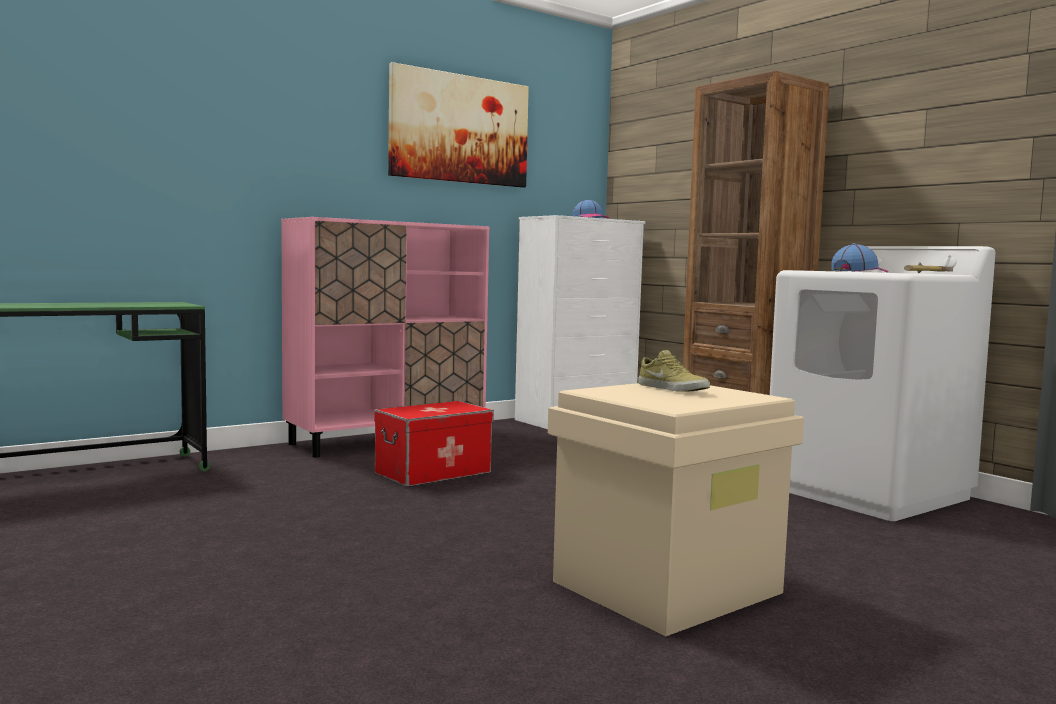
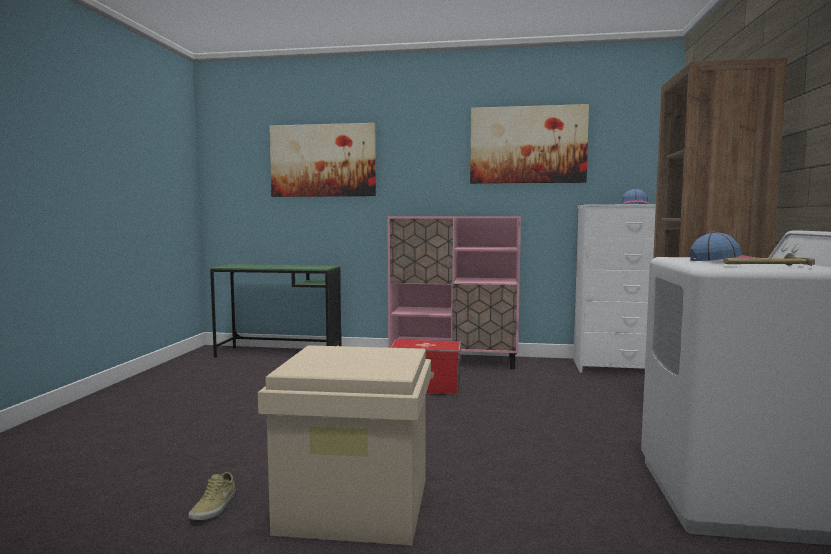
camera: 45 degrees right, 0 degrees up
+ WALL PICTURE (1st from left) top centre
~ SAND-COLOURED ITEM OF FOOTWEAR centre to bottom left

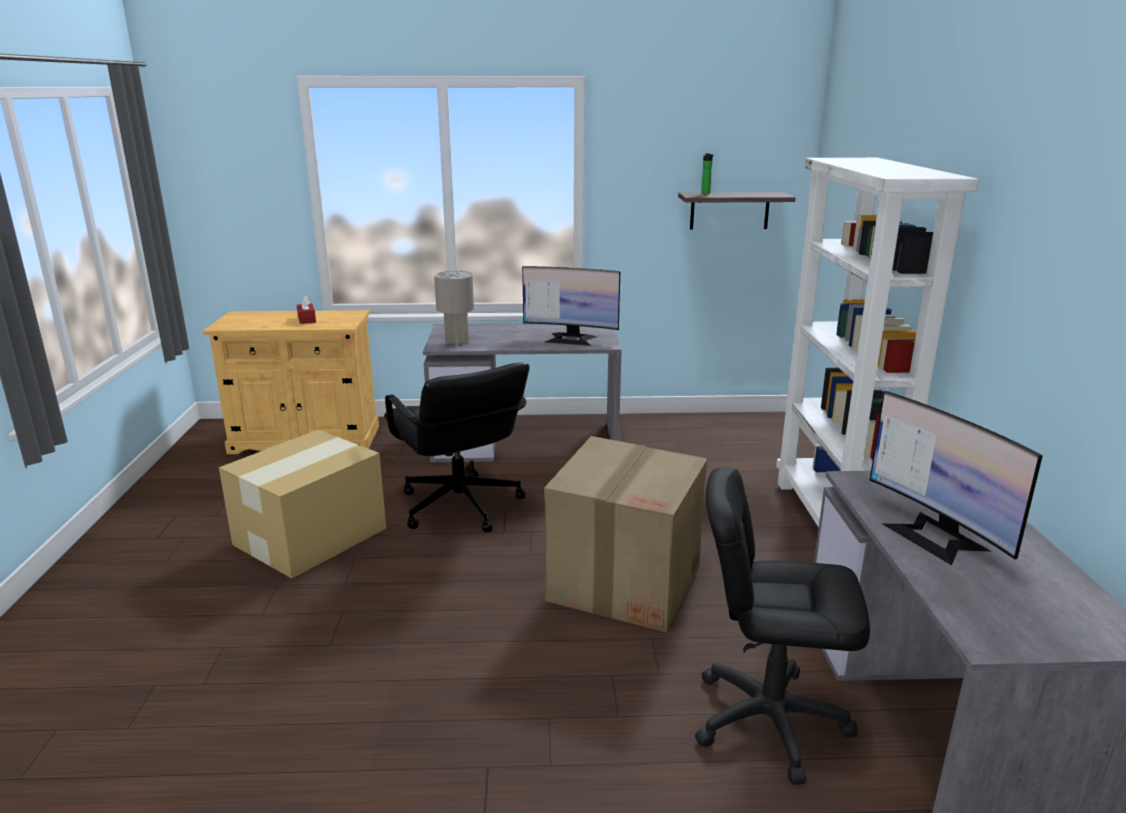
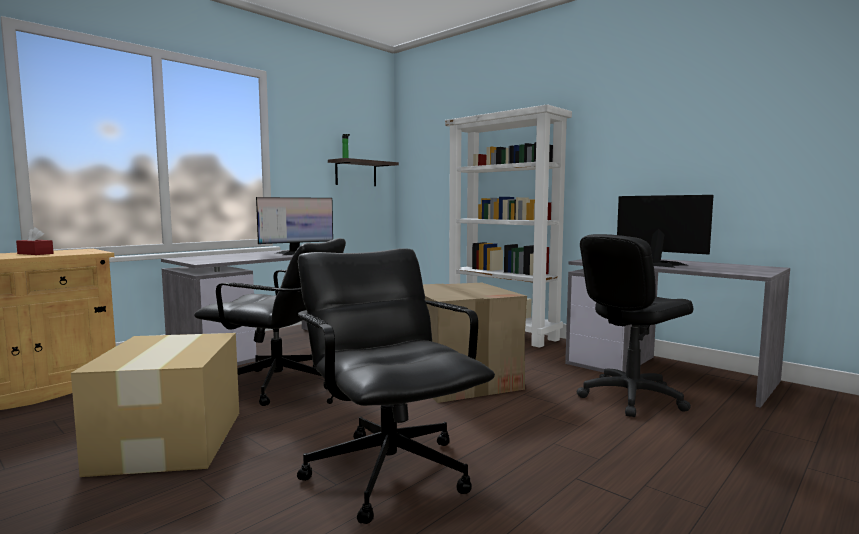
camera: 45 degrees left, 15 degrees down
- GREY LAMP FOR A TABLE centre
+ BLACK-COLOURED COMPUTER CHAIR (2nd from left) bottom centre
~ MONITOR (2nd from left) middle right = middle right 150 degrees counterclockwise

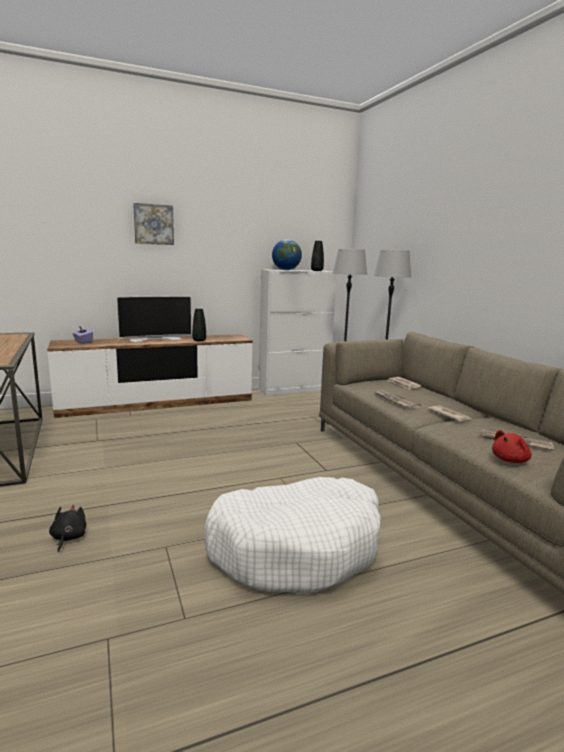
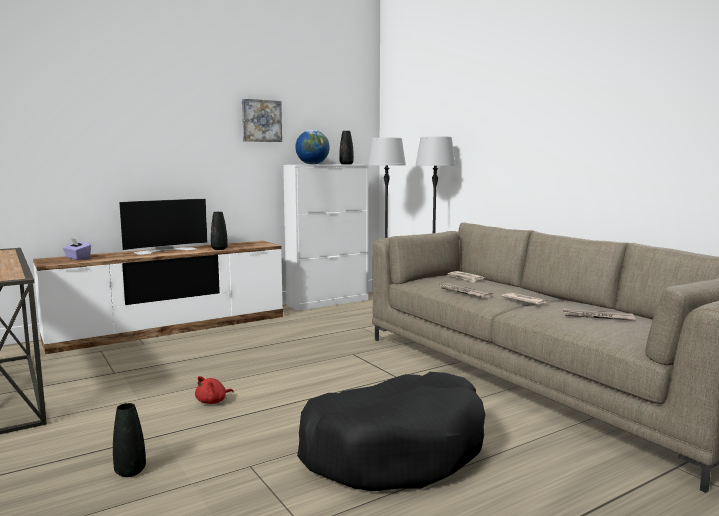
camera: 10 degrees left, 5 degrees down
~ WALL PICTURE top left to top centre
~ RED-COLOURED CUDDLY TOY middle right to bottom left
~ BLACK-COLOURED CUDDLY TOY bottom left to BLACK-COLOURED FLOWER VASE (1st from left) bottom left
~ WHITE-COLOURED DOG CUSHION bottom centre to BLACK-COLOURED DOG CUSHION bottom centre

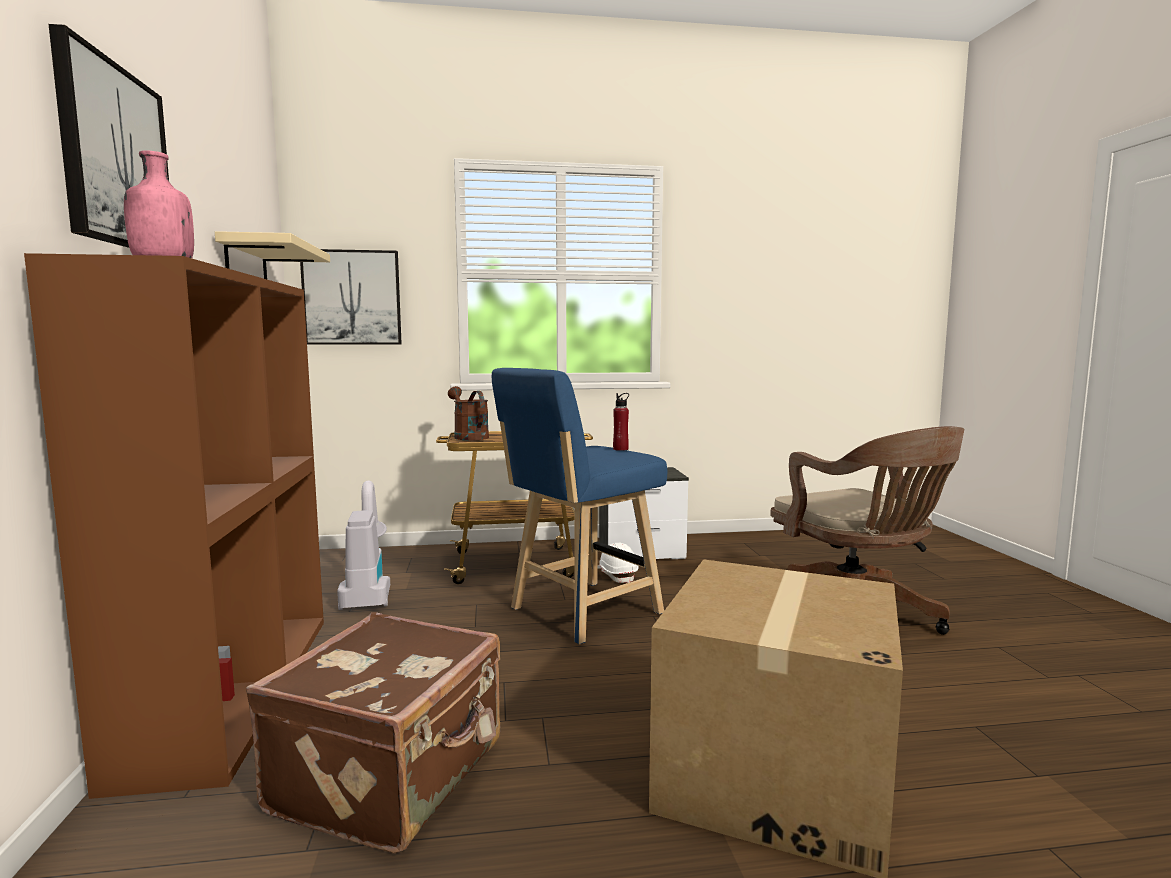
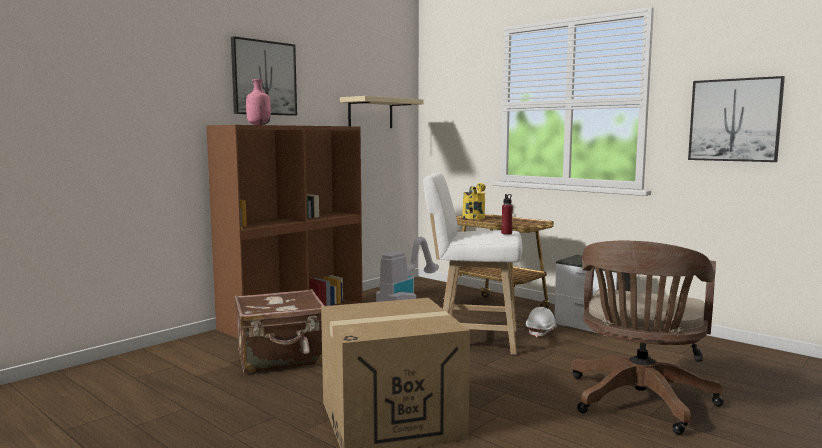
camera: 50 degrees right, 0 degrees up
~ WALL PICTURE (2nd from left) middle left to top right
~ BROWNISH WATERING CAN centre to YELLOWISH WATERING CAN centre
~ BLUISH STOOL centre to WHITE-COLOURED STOOL centre

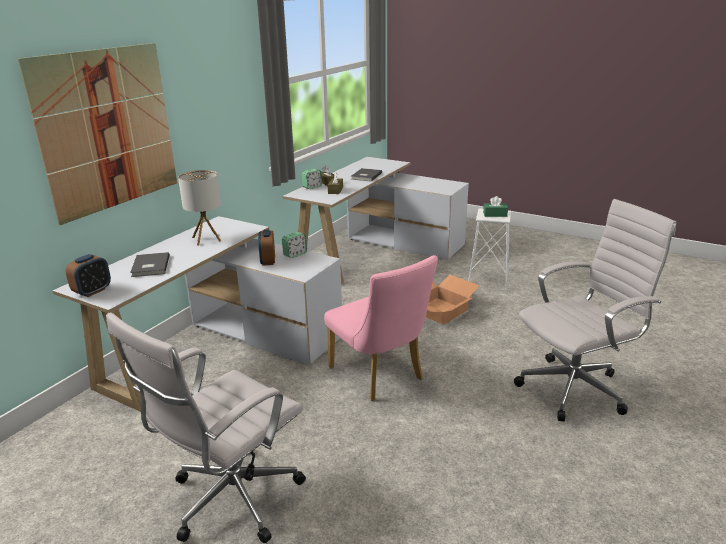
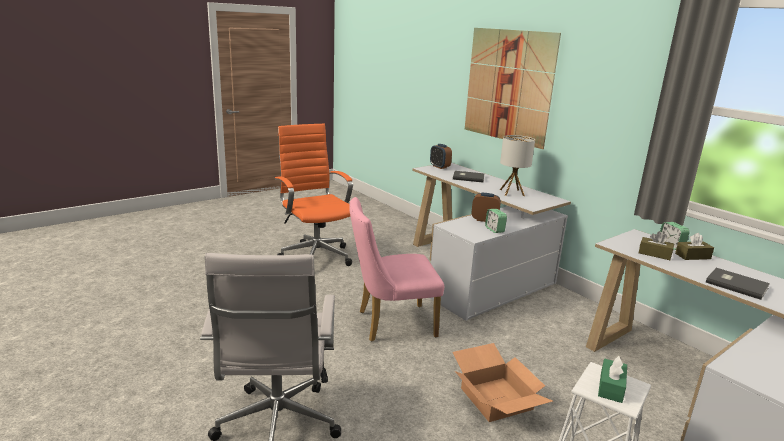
camera: 110 degrees right, 5 degrees down
~ WHITE-COLOURED COMPUTER CHAIR (1st from left) bottom left to ORANGE-COLOURED COMPUTER CHAIR centre

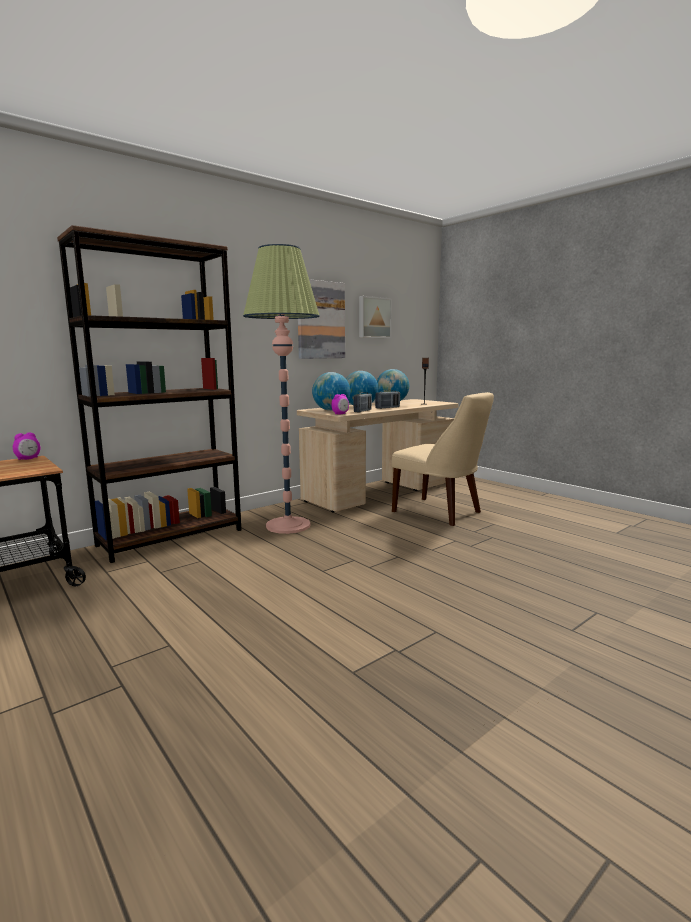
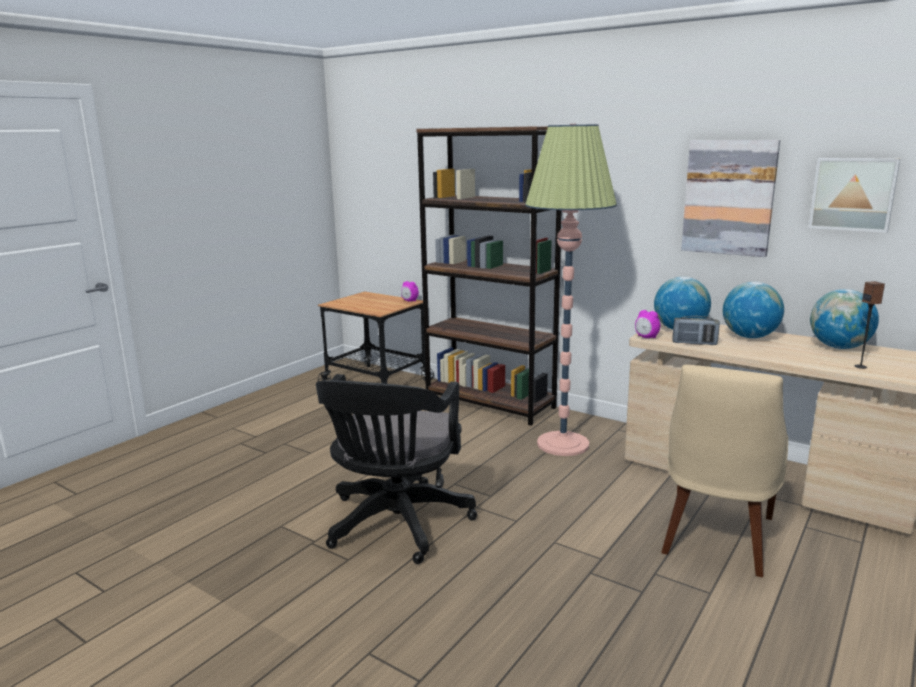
camera: 75 degrees right, 5 degrees up
- RADIO SET (2nd from left) centre
+ BLACK-COLOURED COMPUTER CHAIR bottom centre

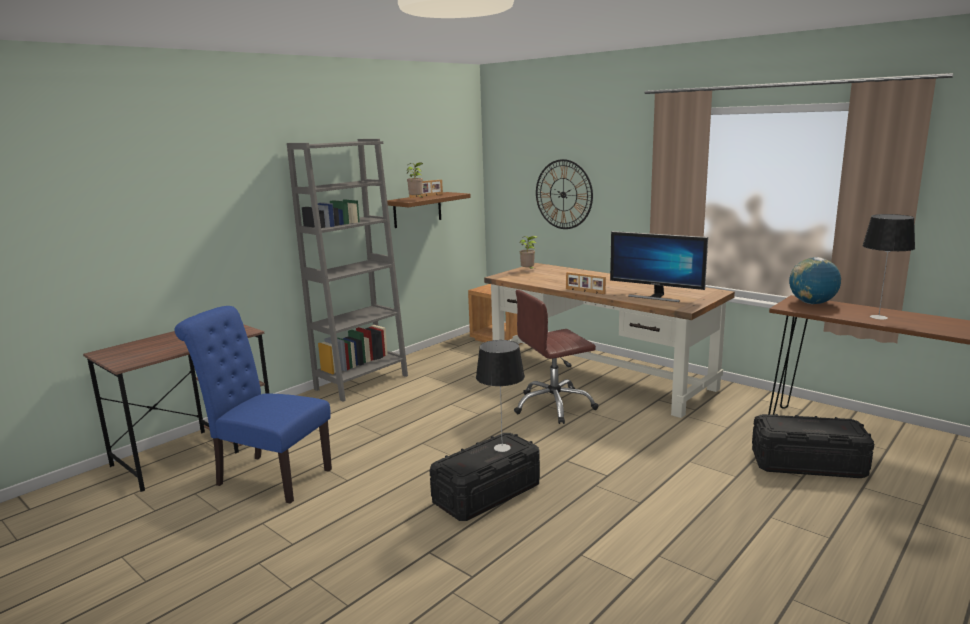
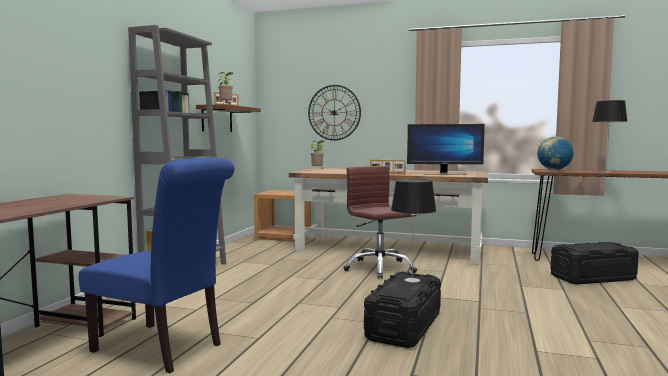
camera: 25 degrees left, 10 degrees down
~ BLUISH PLAIN CHAIR middle left = bottom left 150 degrees counterclockwise
~ BROWNISH COMPUTER CHAIR centre = centre 105 degrees clockwise

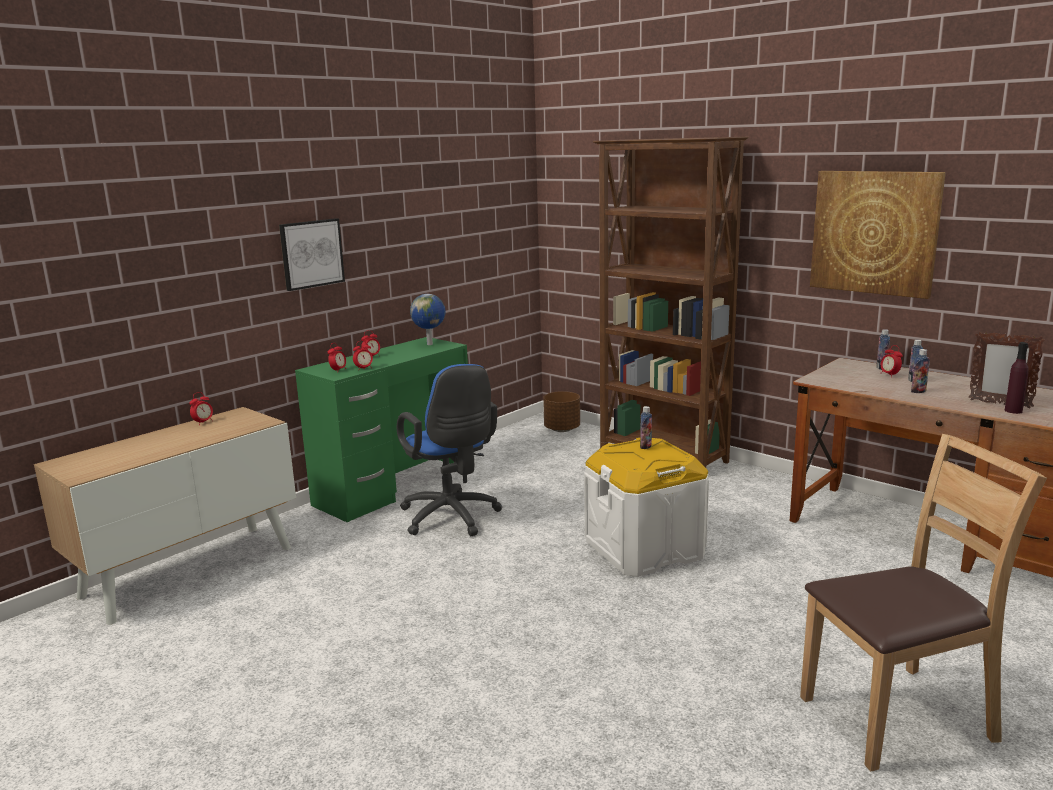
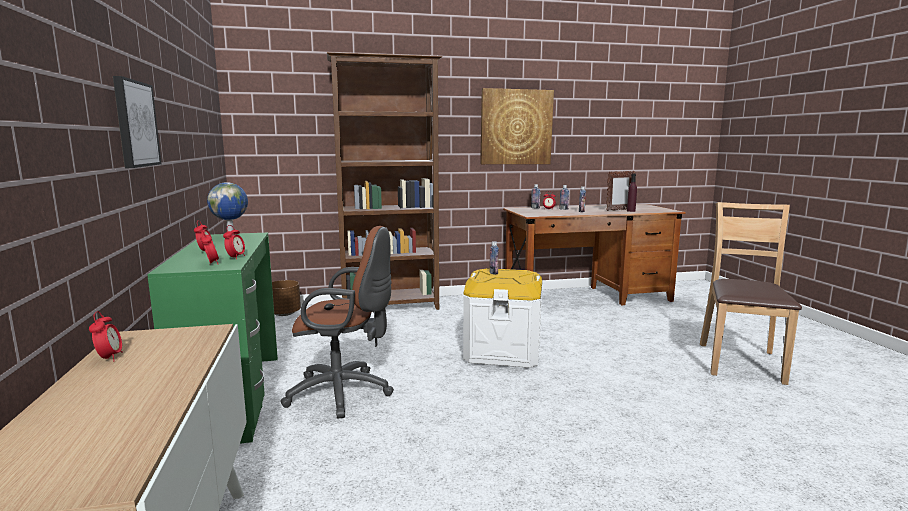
camera: 55 degrees left, 5 degrees down
~ BLUISH COMPUTER CHAIR centre to BROWNISH COMPUTER CHAIR centre

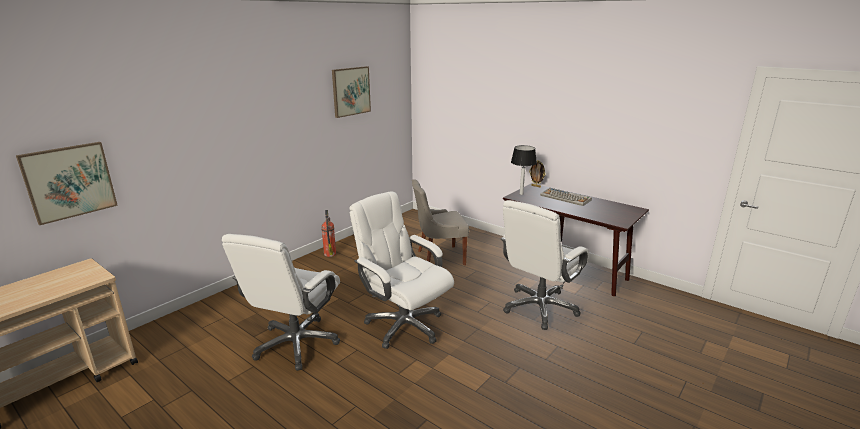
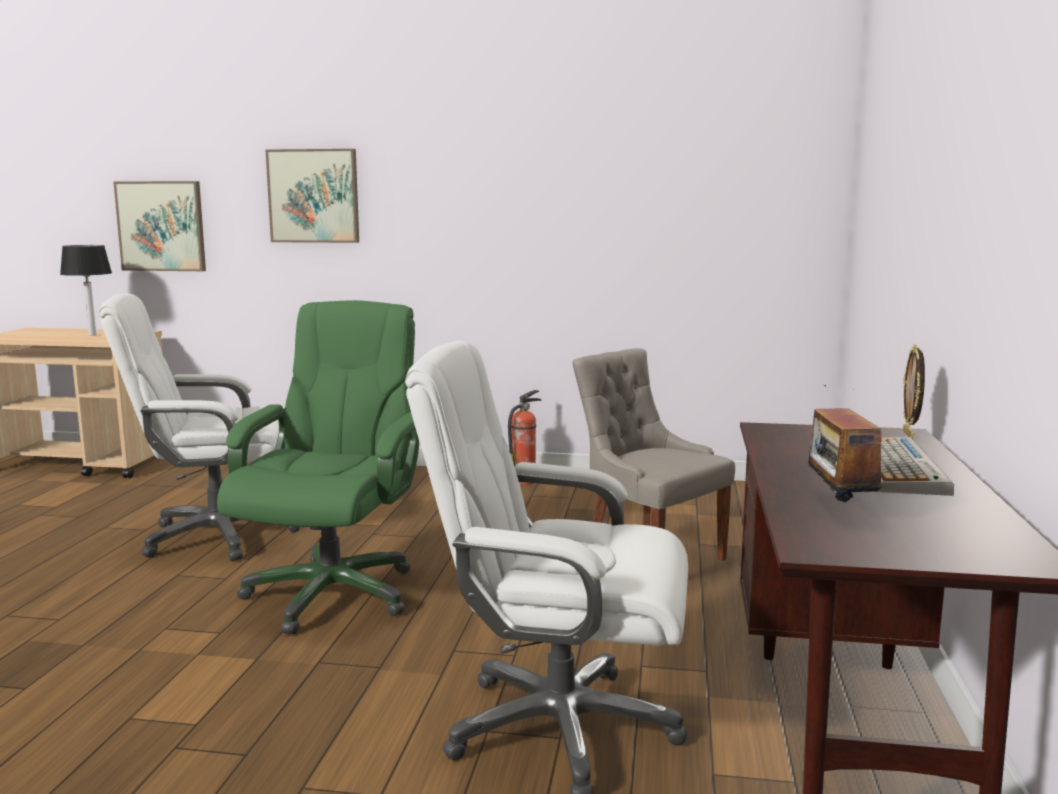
camera: 60 degrees right, 10 degrees down
+ RADIO SET middle right
~ WALL PICTURE (2nd from left) top centre to top left
~ LAMP FOR A TABLE centre to middle left
~ WHITE-COLOURED COMPUTER CHAIR (2nd from left) centre to GREENISH COMPUTER CHAIR middle left

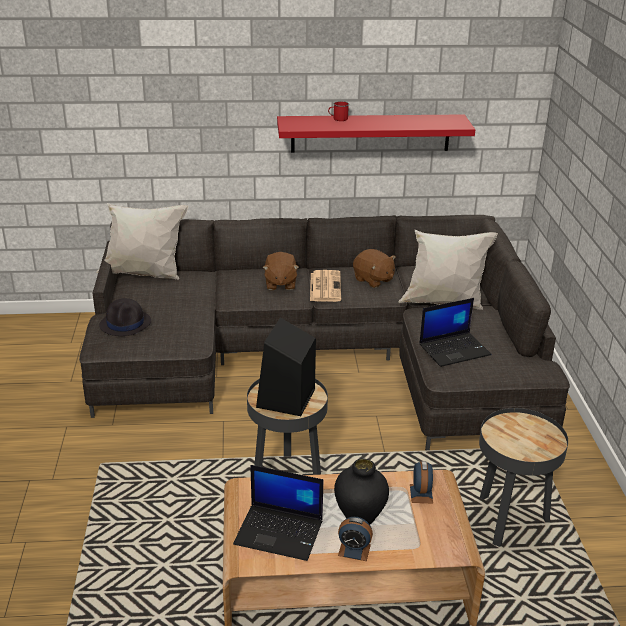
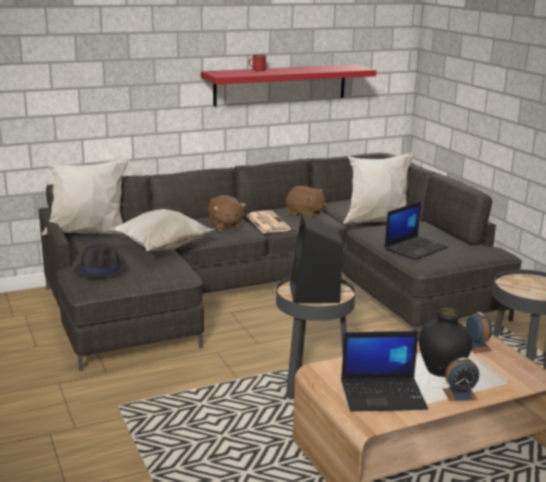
camera: 20 degrees left, 10 degrees down
+ WHITE-COLOURED THROW PILLOW (2nd from left) middle left

